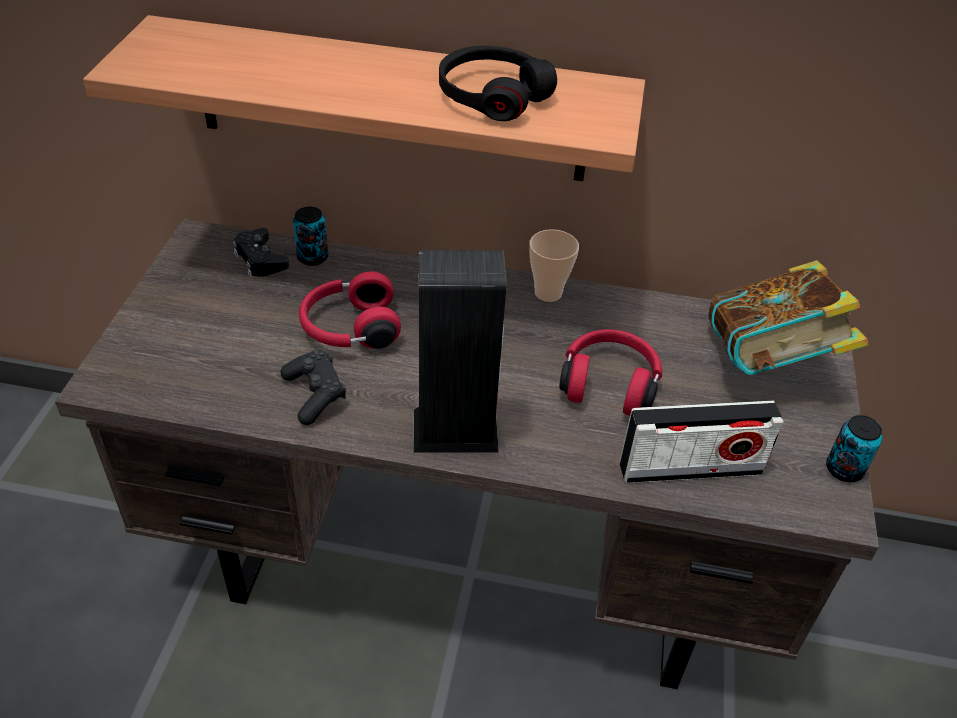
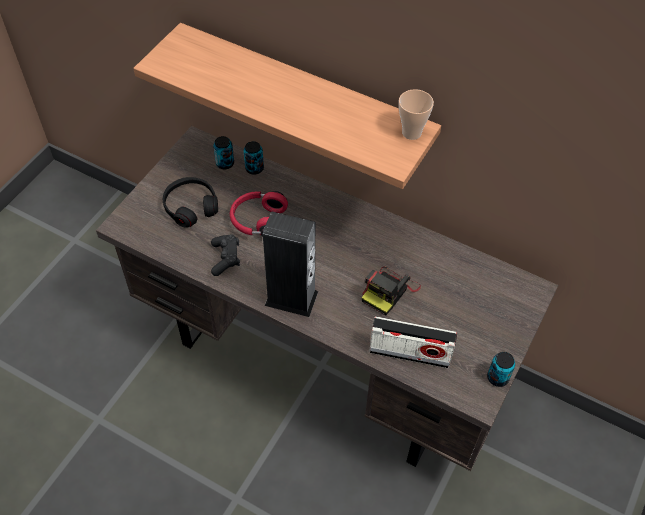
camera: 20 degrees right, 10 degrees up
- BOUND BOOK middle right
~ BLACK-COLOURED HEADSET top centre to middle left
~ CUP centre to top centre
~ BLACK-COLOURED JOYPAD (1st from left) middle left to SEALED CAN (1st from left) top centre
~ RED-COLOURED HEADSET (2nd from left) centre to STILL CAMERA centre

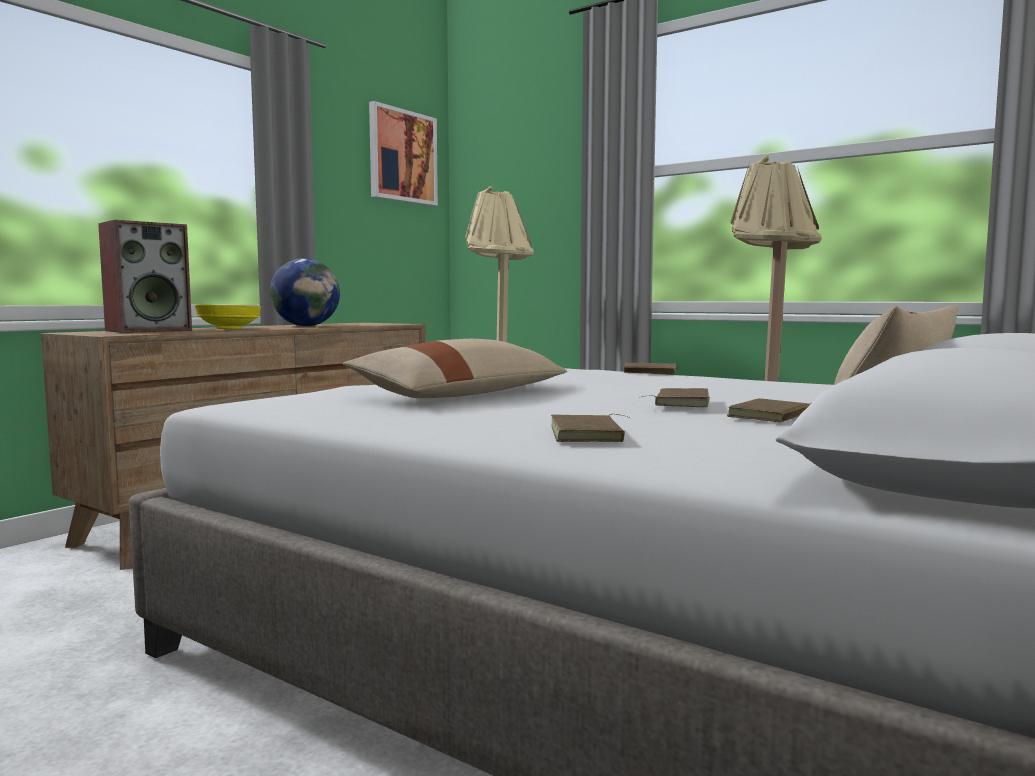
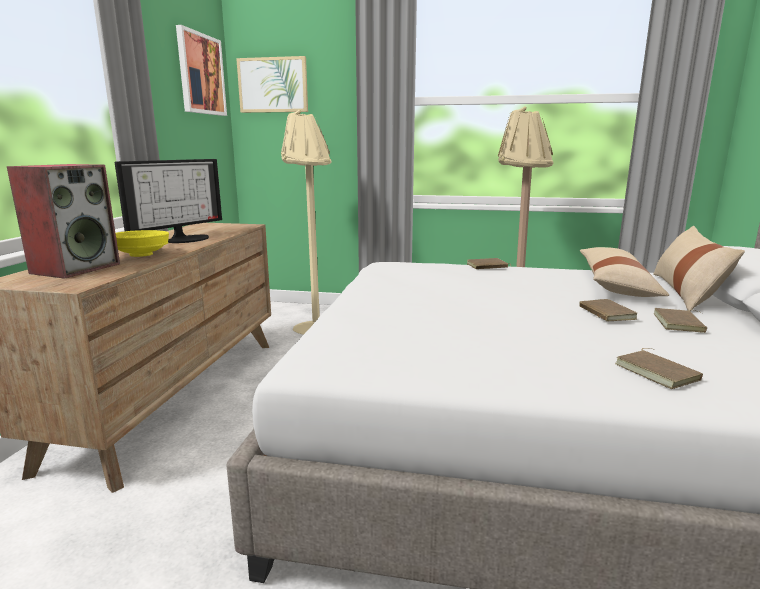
camera: 25 degrees left, 10 degrees up
+ WALL PICTURE (2nd from left) top centre
~ SAND-COLOURED THROW PILLOW (1st from left) centre to middle right
~ GLOBE middle left to MONITOR middle left

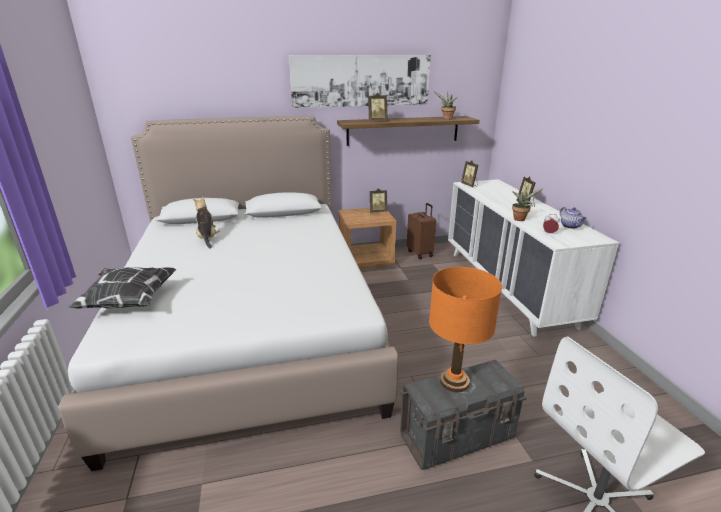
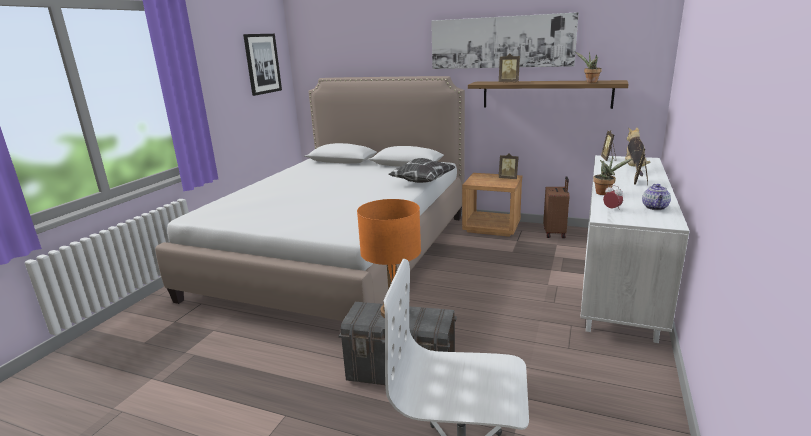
camera: 35 degrees right, 5 degrees down
+ WALL PICTURE (1st from left) top left
~ THROW PILLOW middle left to centre
~ CUDDLY TOY middle left to middle right

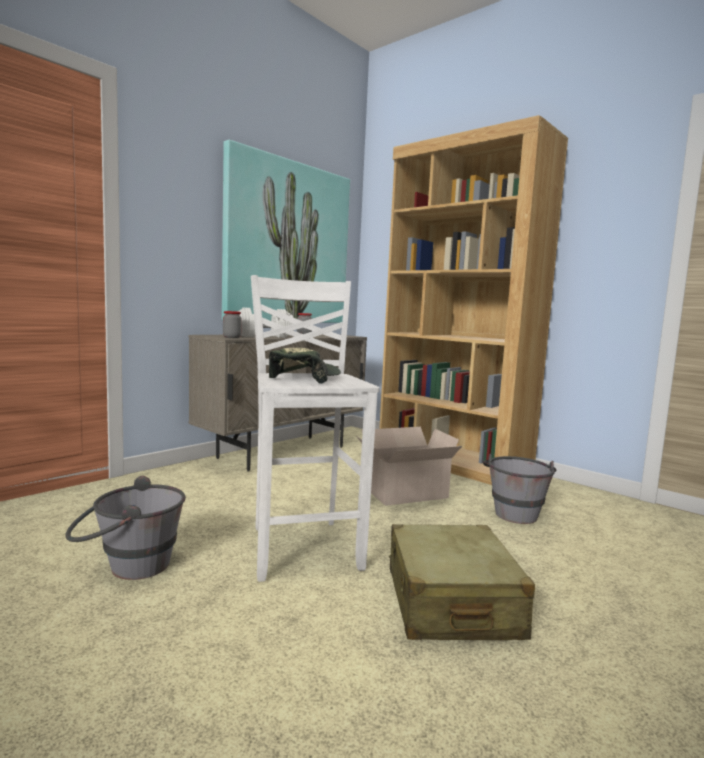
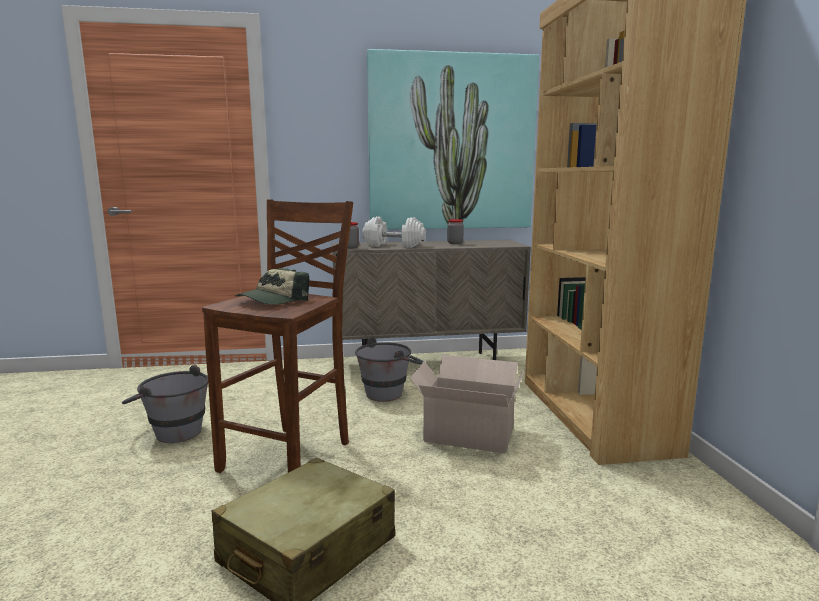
camera: 40 degrees right, 5 degrees up
~ GREY WATER BUCKET (2nd from left) middle right to centre
~ WHITE-COLOURED STOOL centre to BROWNISH STOOL centre
~ BASEBALL CAP centre = middle left 150 degrees clockwise

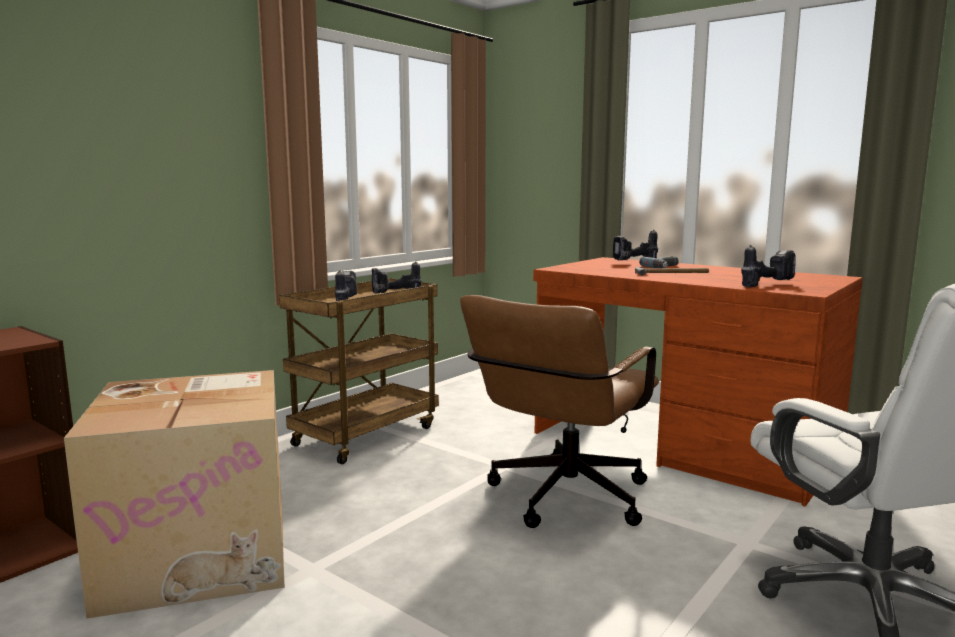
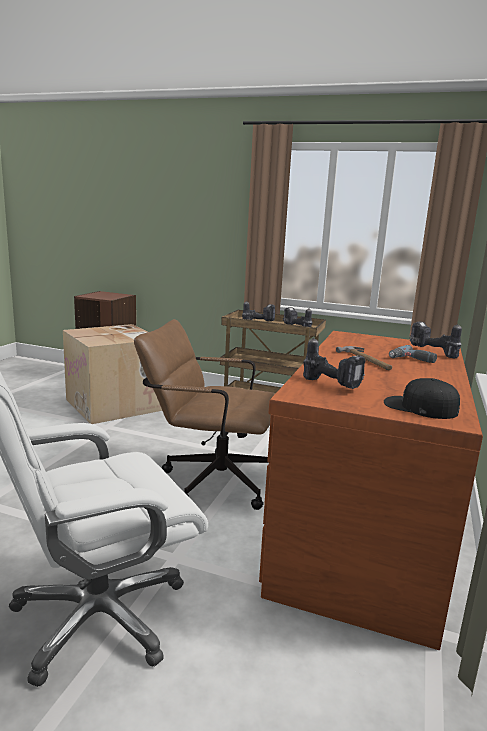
camera: 70 degrees right, 5 degrees up
+ BLACK-COLOURED BASEBALL CAP middle right

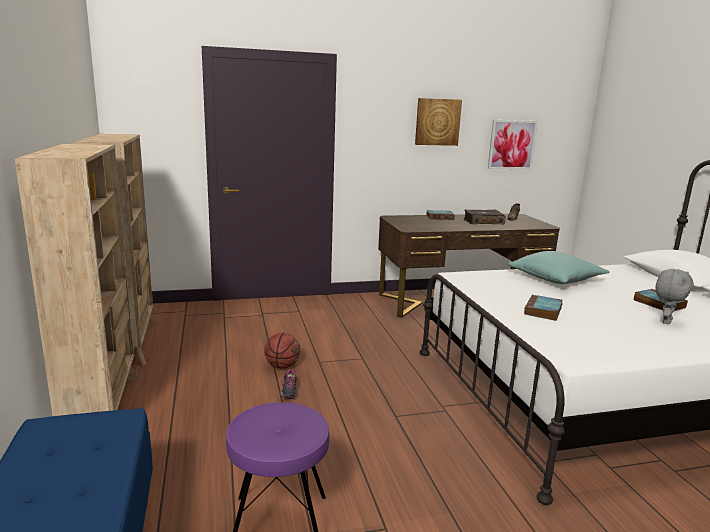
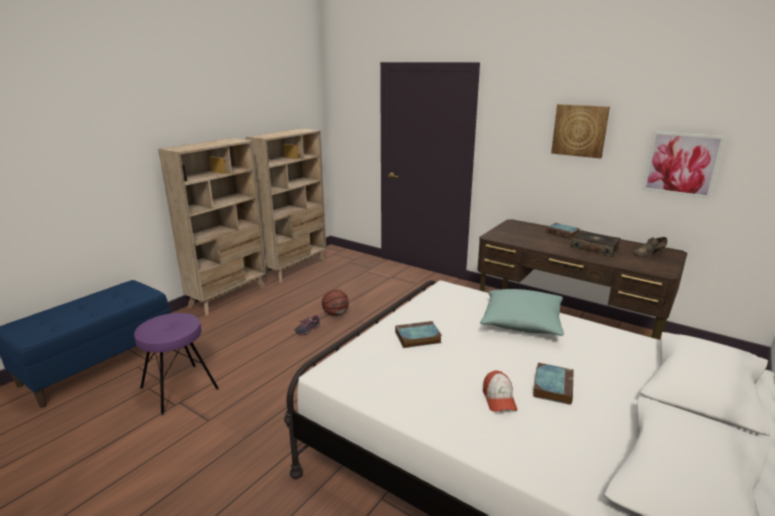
camera: 50 degrees right, 5 degrees up
~ GREY CUDDLY TOY middle right to BASEBALL CAP bottom centre

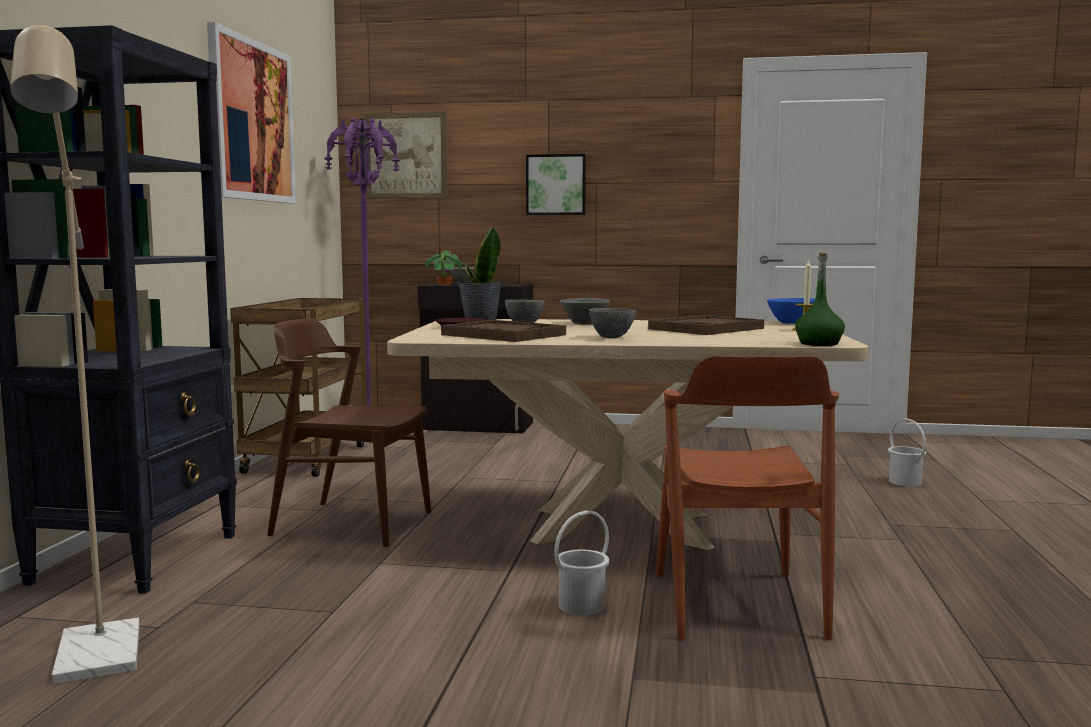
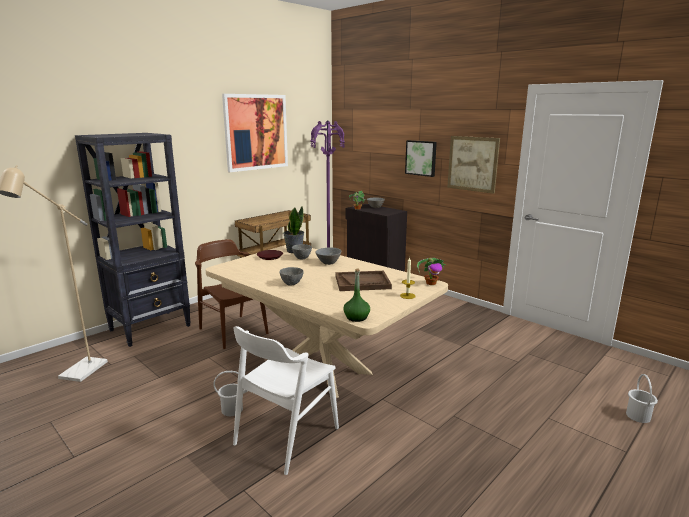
camera: 35 degrees right, 10 degrees up
- BROWNISH SERVING TRAY (1st from left) centre
~ WALL PICTURE (2nd from left in the first image) top centre to WALL PICTURE (3rd from left) top right
~ WHITE-COLOURED WATER BUCKET (2nd from left) middle right to bottom right
~ BLUISH DEEP DISH middle right to HOUSEPLANT (3rd from left) centre
~ BROWNISH PLAIN CHAIR (2nd from left) bottom right to WHITE-COLOURED PLAIN CHAIR bottom centre

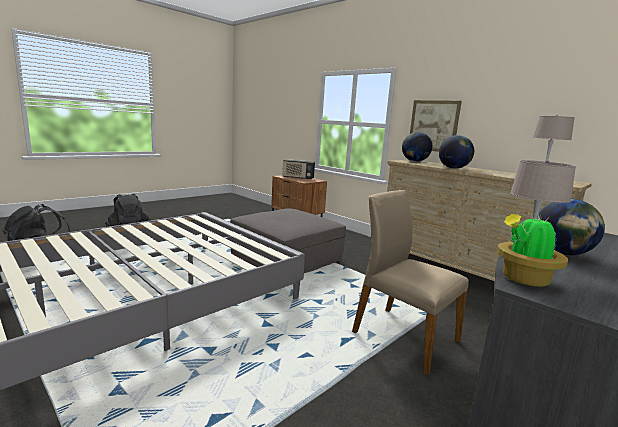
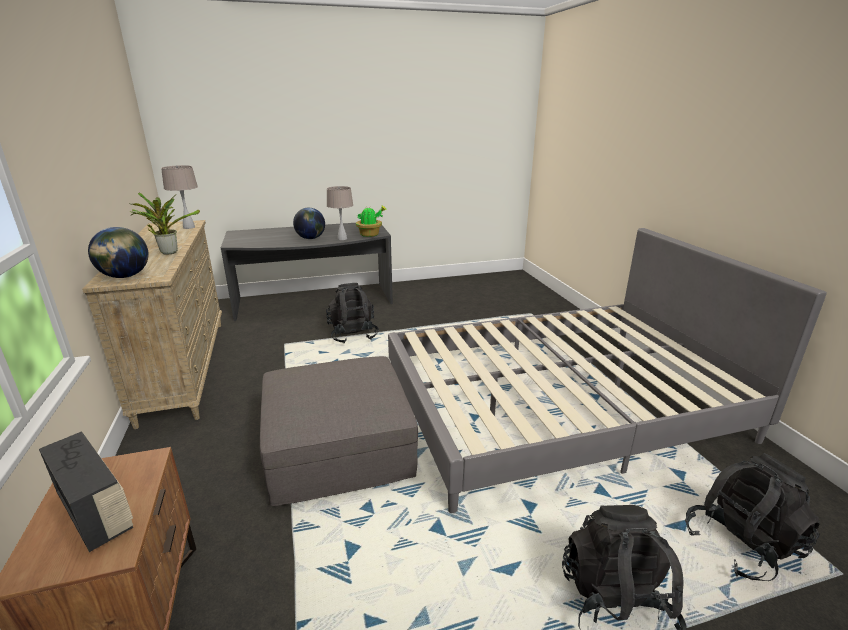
camera: 150 degrees left, 10 degrees up
- WALL PICTURE top right
~ SAND-COLOURED PLAIN CHAIR centre to BLACK-COLOURED BACKPACK (1st from left) centre
~ GLOBE (2nd from left) middle right to HOUSEPLANT (1st from left) middle left

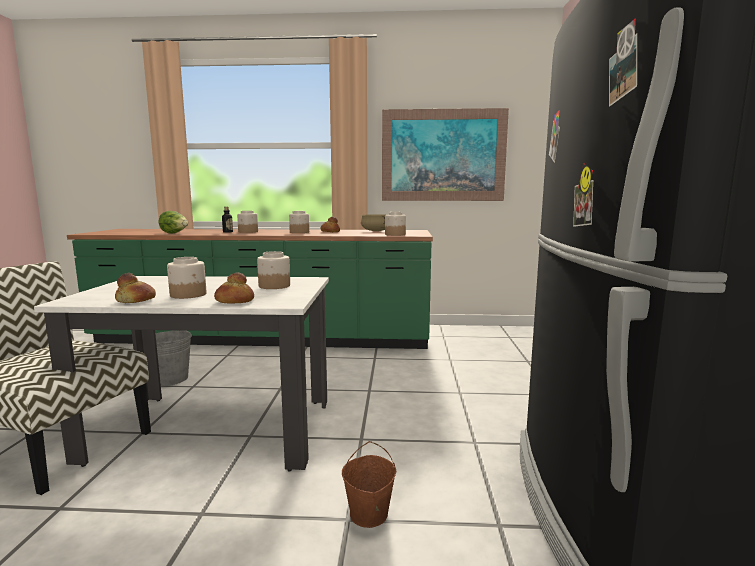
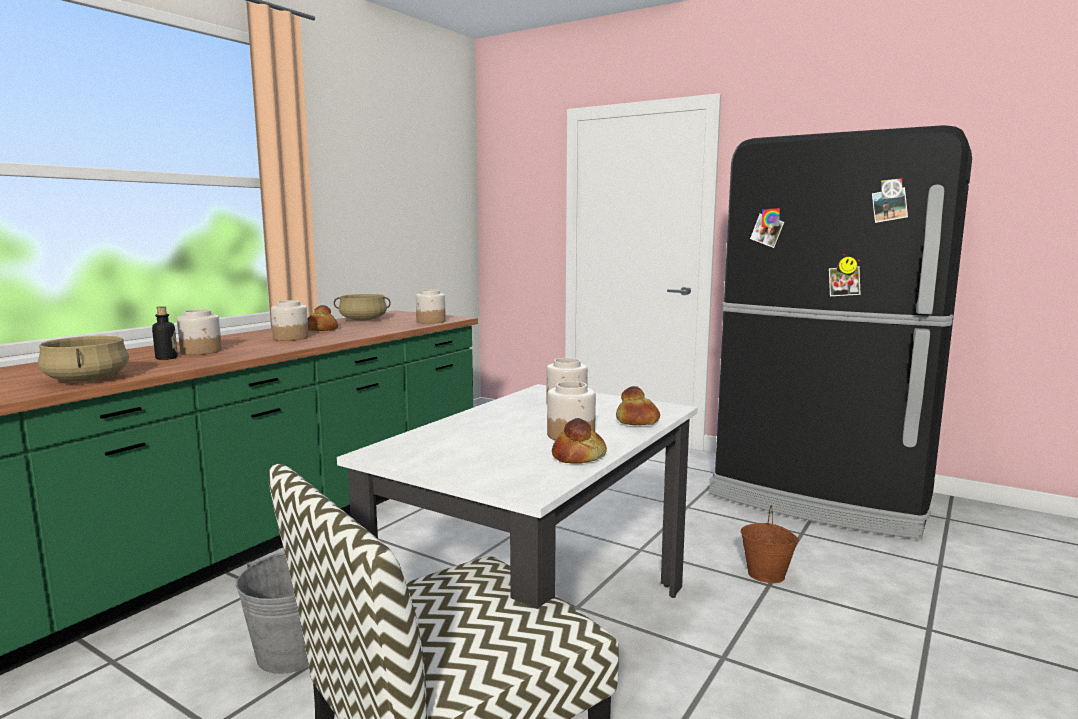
camera: 60 degrees left, 0 degrees up
- WALL PICTURE top centre
~ HEAD OF LETTUCE middle left to SAND-COLOURED COOKING POT (1st from left) middle left

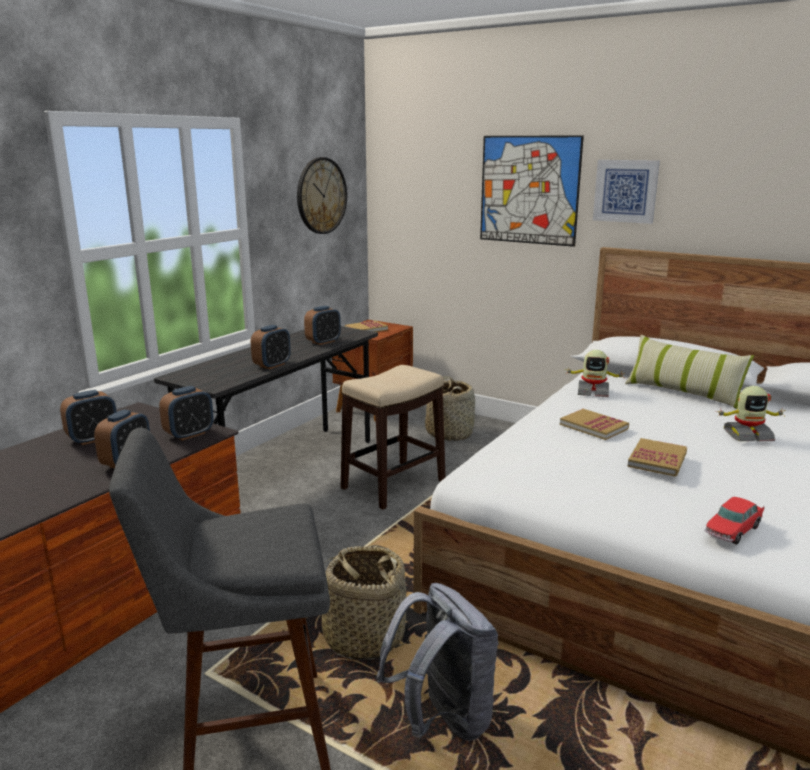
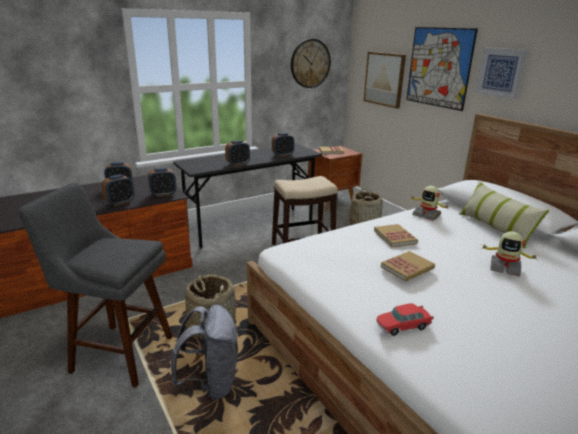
camera: 25 degrees right, 5 degrees up
+ WALL PICTURE (1st from left) top centre

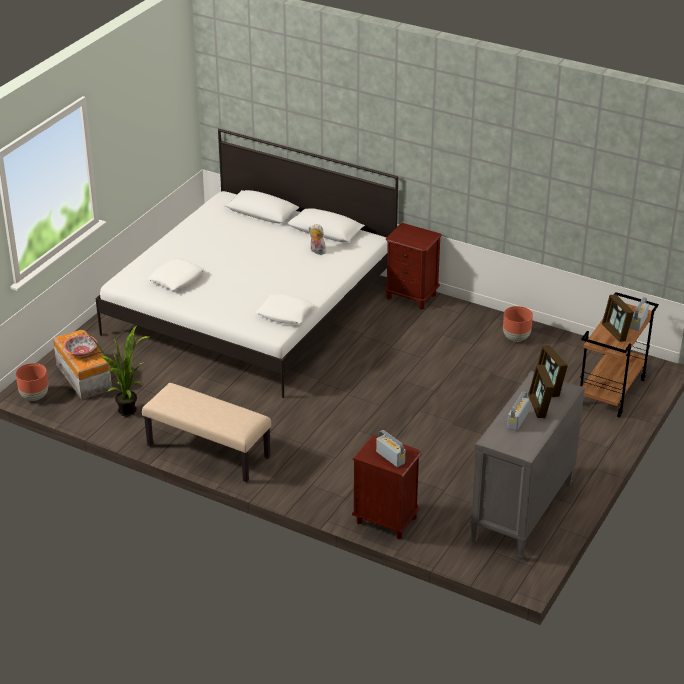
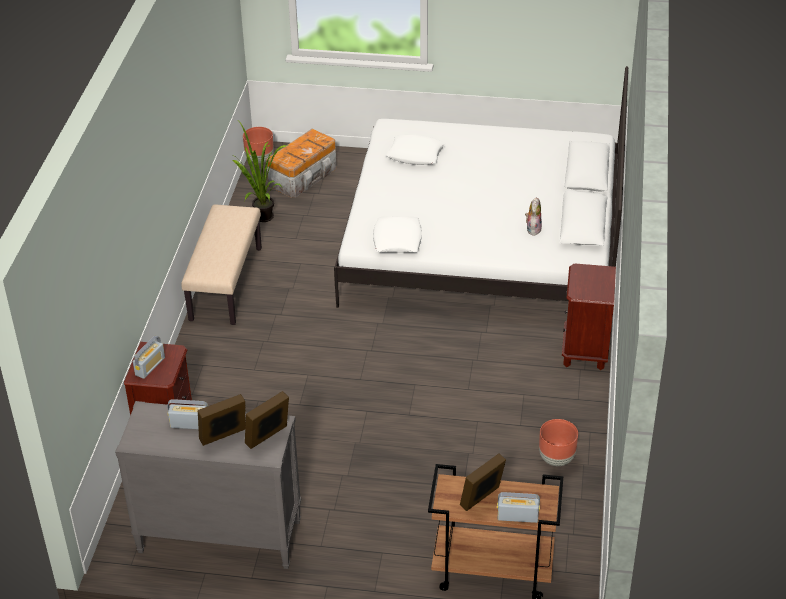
camera: 70 degrees right, 5 degrees up
- DEEP DISH middle left

